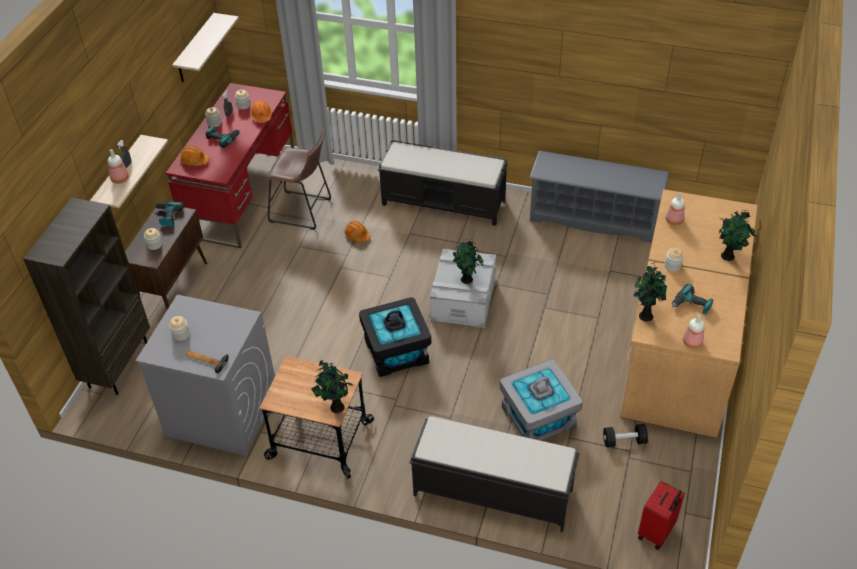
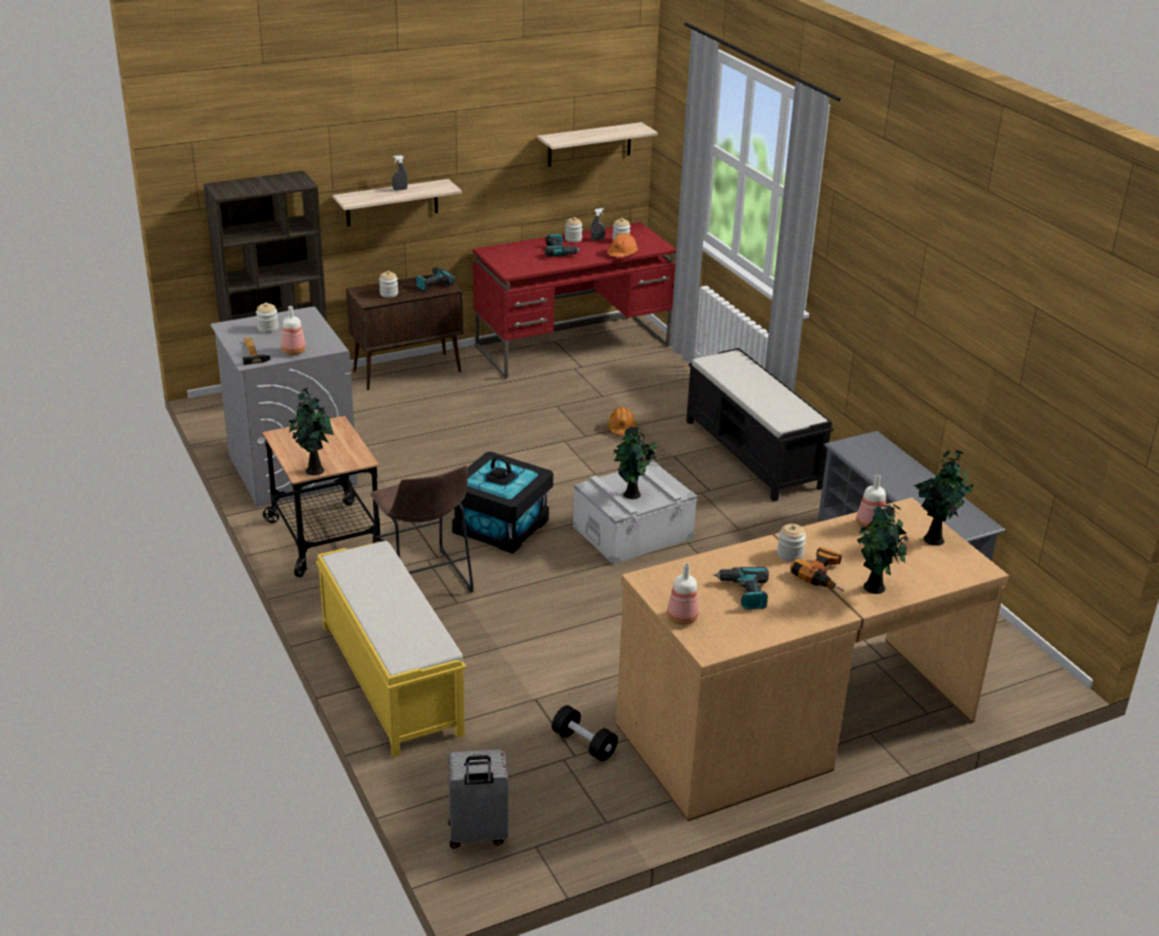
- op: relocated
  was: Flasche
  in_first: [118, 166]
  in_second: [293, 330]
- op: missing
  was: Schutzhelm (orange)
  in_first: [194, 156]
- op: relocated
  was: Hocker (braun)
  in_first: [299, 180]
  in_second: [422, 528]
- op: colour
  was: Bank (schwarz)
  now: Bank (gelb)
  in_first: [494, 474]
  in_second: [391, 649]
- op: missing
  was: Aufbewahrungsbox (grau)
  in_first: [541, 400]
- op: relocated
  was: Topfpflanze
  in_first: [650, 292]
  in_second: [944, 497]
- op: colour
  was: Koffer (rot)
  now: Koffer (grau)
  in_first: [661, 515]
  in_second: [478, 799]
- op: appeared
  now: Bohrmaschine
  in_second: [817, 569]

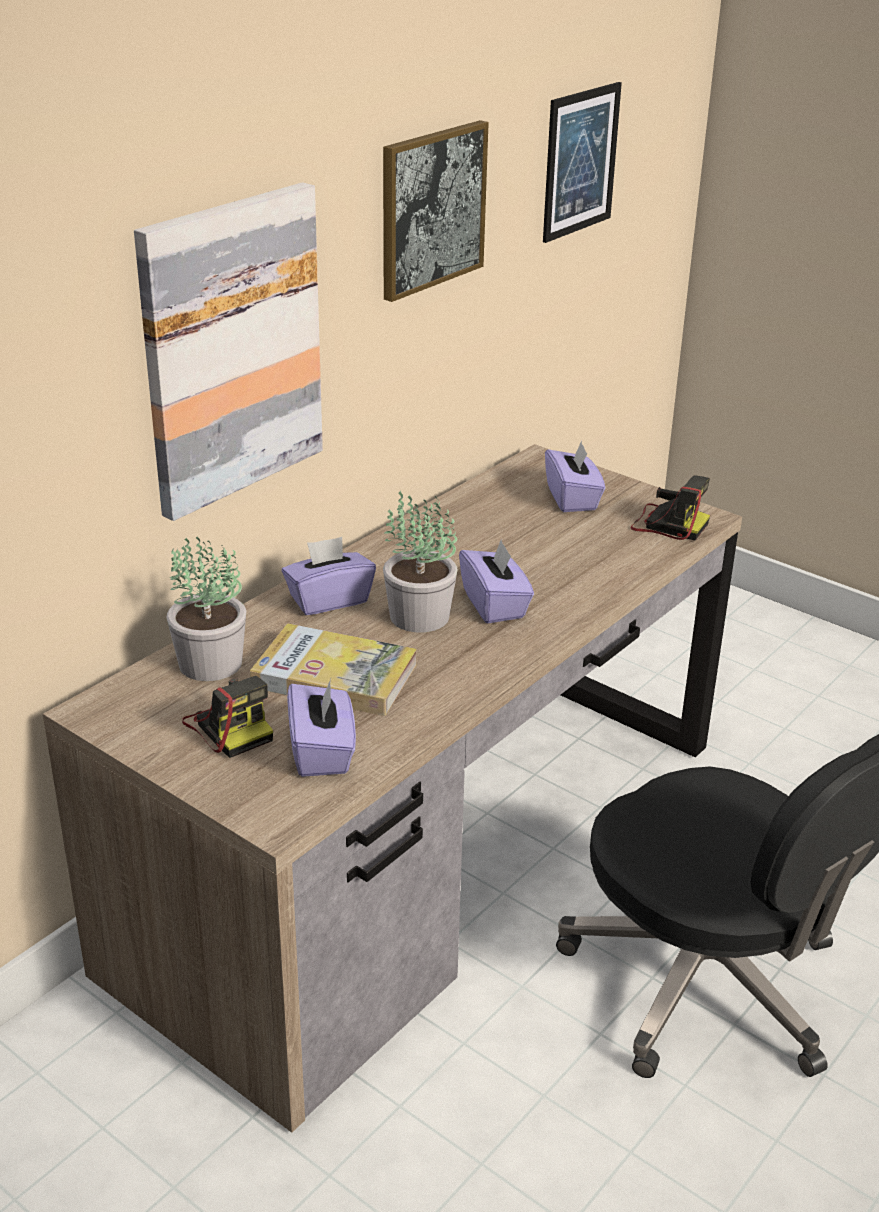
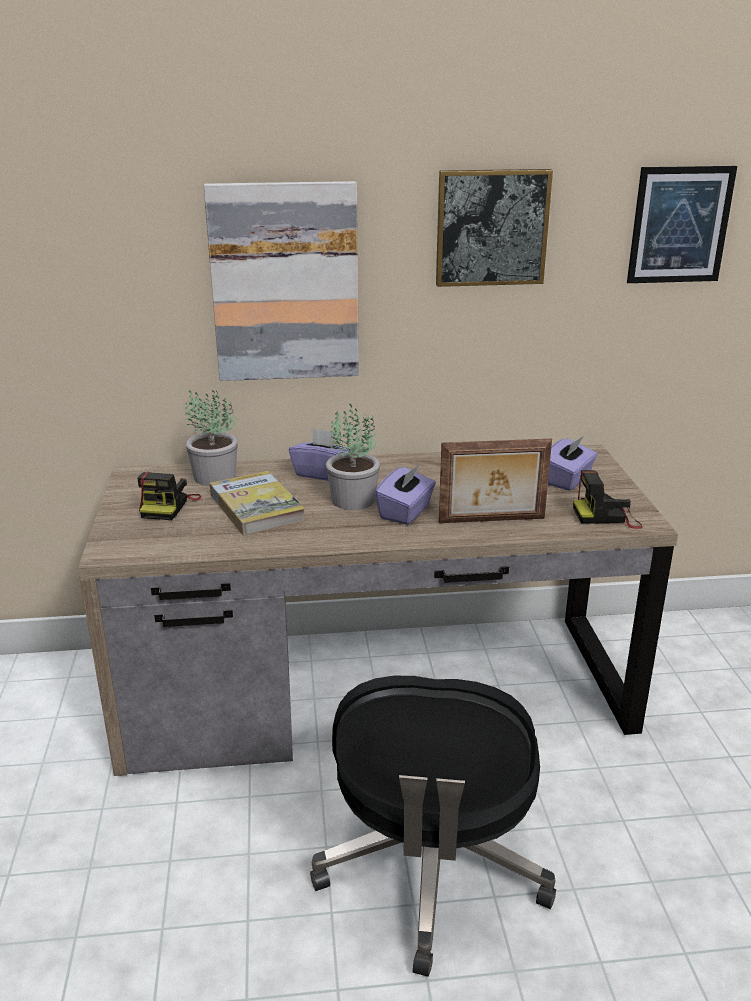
- op: missing
  was: Taschentuchbox (lila)
  in_first: [321, 728]
- op: spun
  was: Kamera
  in_first: [670, 507]
  in_second: [608, 499]
  clockwise: 105
- op: appeared
  now: Bilderrahmen
  in_second: [495, 481]

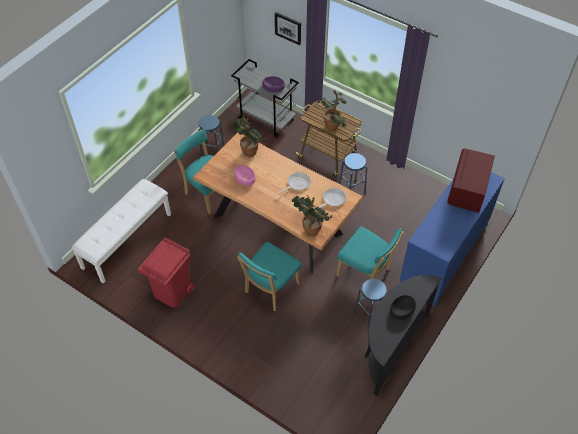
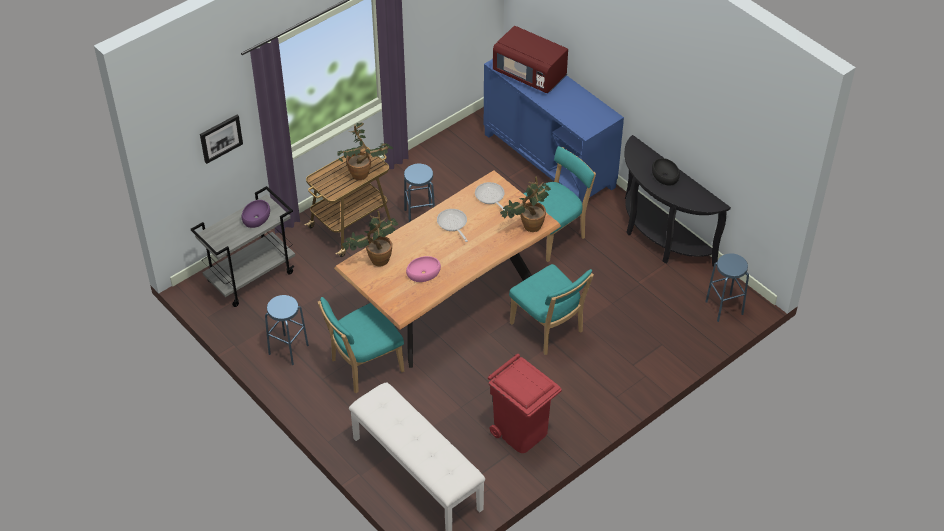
- op: relocated
  was: Hocker (blau)
  in_first: [370, 304]
  in_second: [727, 287]

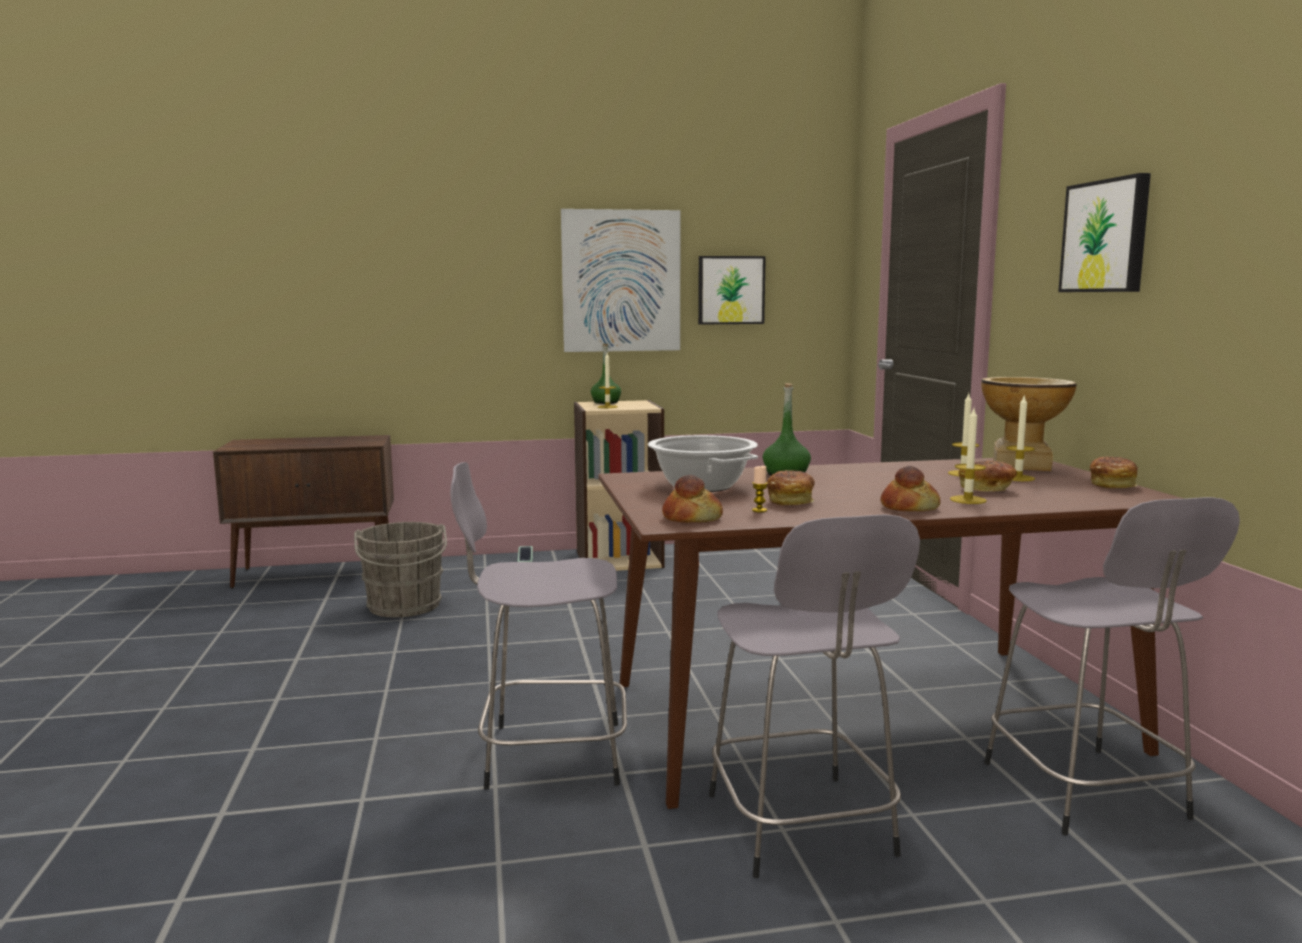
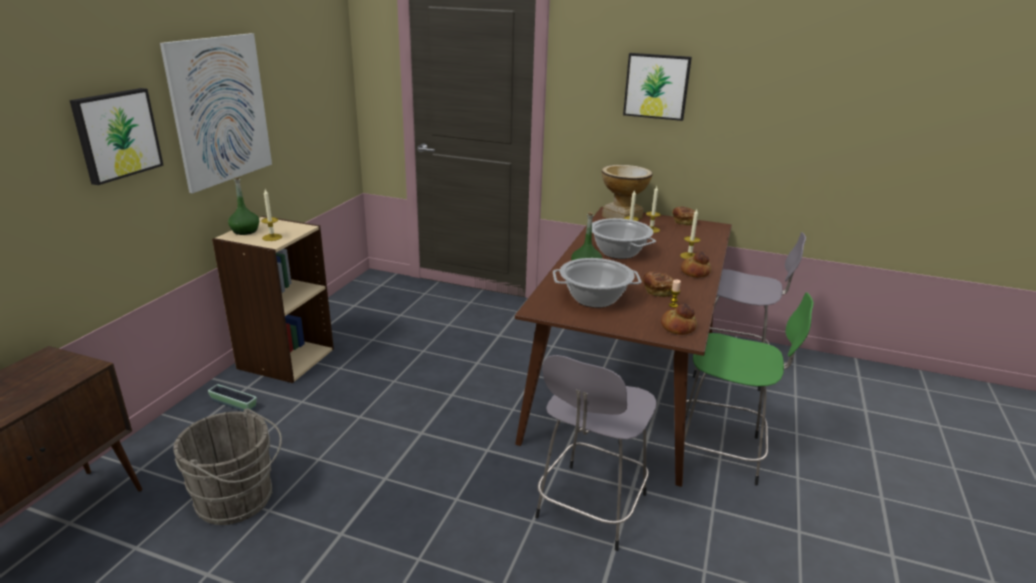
- op: relocated
  was: Bild
  in_first: [732, 290]
  in_second: [117, 136]
- op: colour
  was: Hocker (grau)
  now: Hocker (grün)
  in_first: [814, 696]
  in_second: [748, 389]
- op: missing
  was: Brot
  in_first: [988, 476]
- op: appeared
  now: Kochtopf
  in_second: [624, 238]

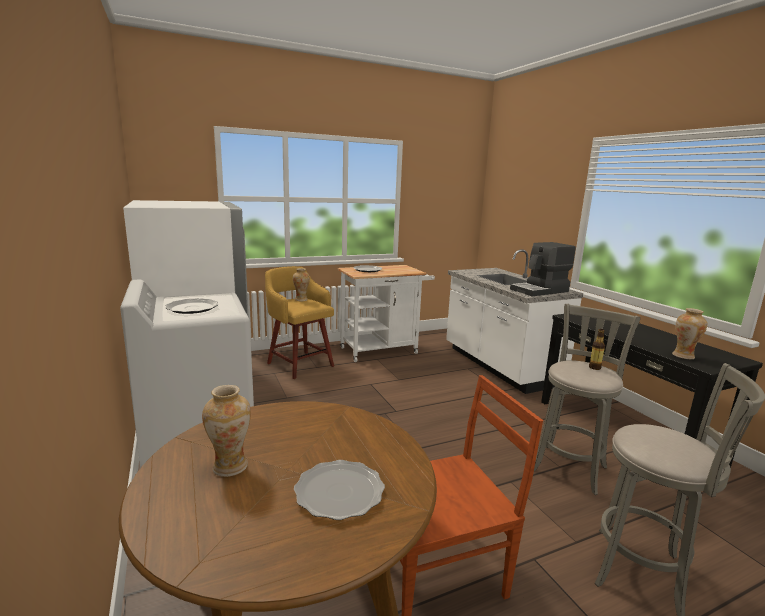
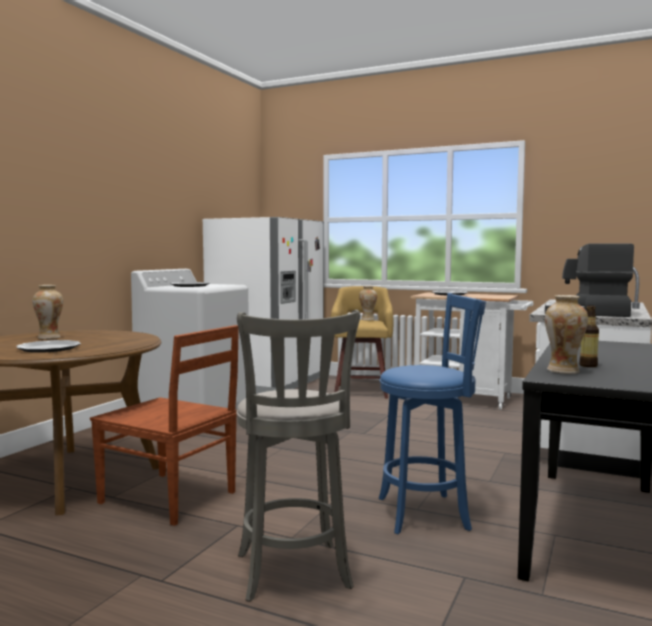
- op: colour
  was: Hocker (grau)
  now: Hocker (blau)
  in_first: [587, 399]
  in_second: [432, 413]
- op: relocated
  was: Flasche
  in_first: [597, 349]
  in_second: [589, 336]

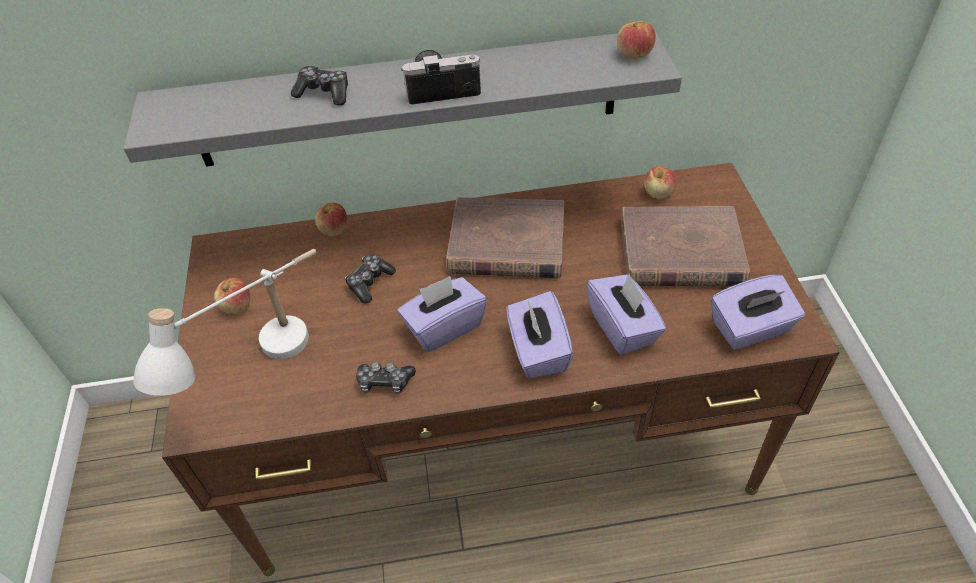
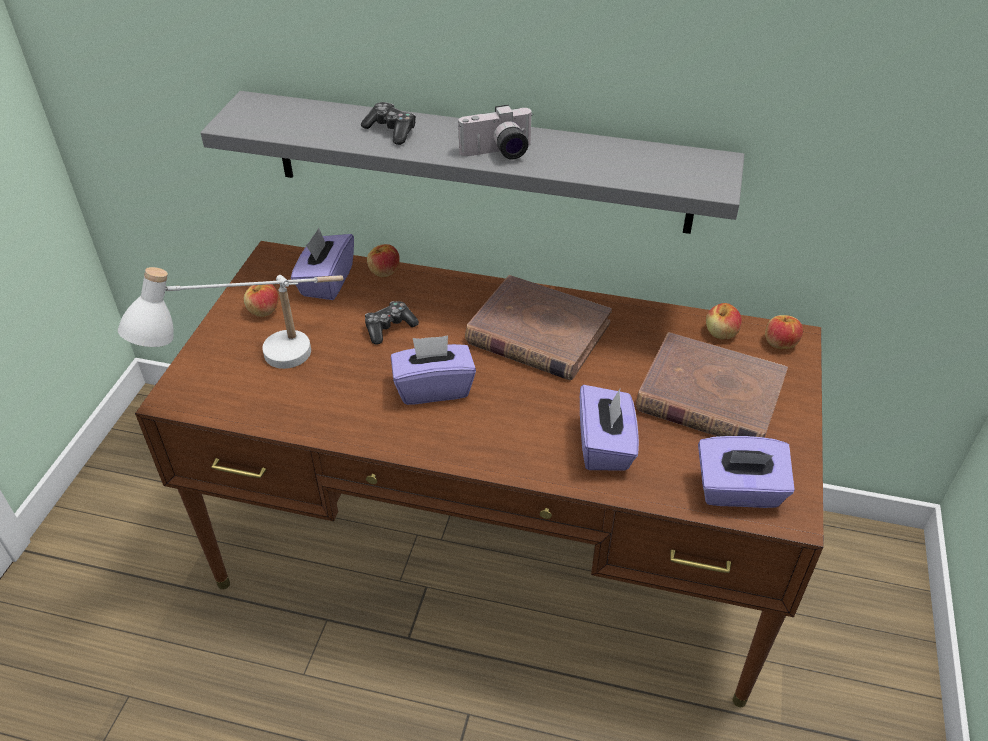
- op: missing
  was: Gamepad
  in_first: [386, 378]
- op: spun
  was: Kamera
  in_first: [441, 77]
  in_second: [496, 132]
  clockwise: 150
- op: relocated
  was: Taschentuchbox (lila)
  in_first: [539, 334]
  in_second: [322, 264]
- op: relocated
  was: Apfel
  in_first: [636, 40]
  in_second: [784, 332]

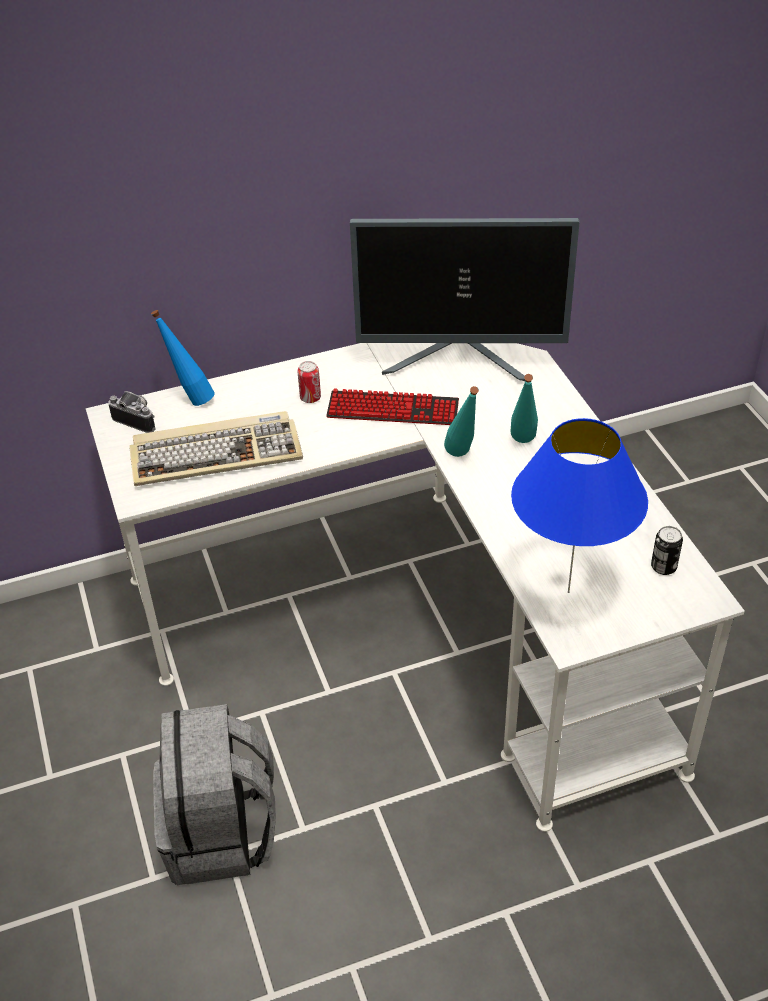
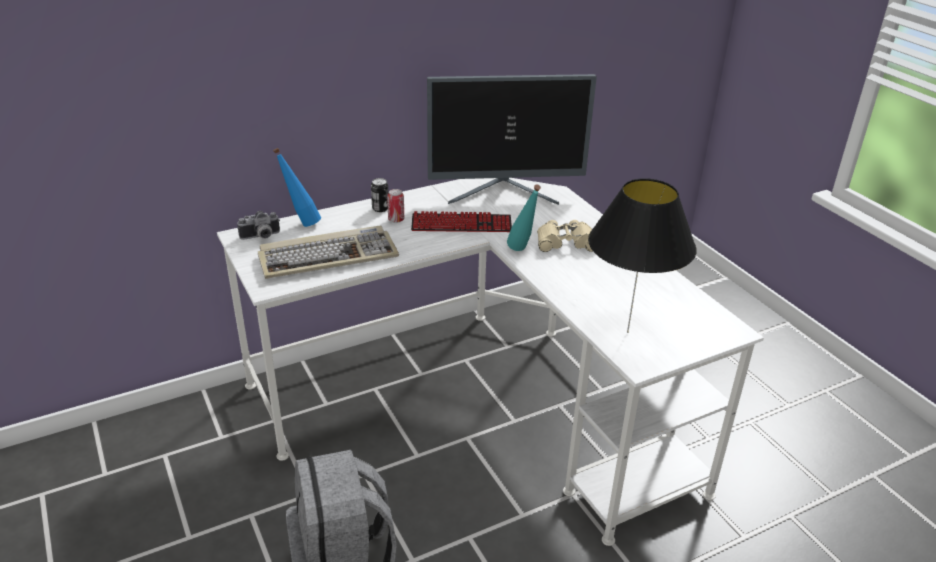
- op: spun
  was: Kamera
  in_first: [132, 412]
  in_second: [258, 225]
  clockwise: 135
- op: exchanged
  was: Flasche (türkis)
  now: Fernglas (beige)
  in_first: [524, 408]
  in_second: [565, 236]
- op: colour
  was: Tischlampe (blau)
  now: Tischlampe (schwarz)
  in_first: [579, 505]
  in_second: [642, 255]
- op: relocated
  was: Dose
  in_first: [667, 550]
  in_second: [379, 195]

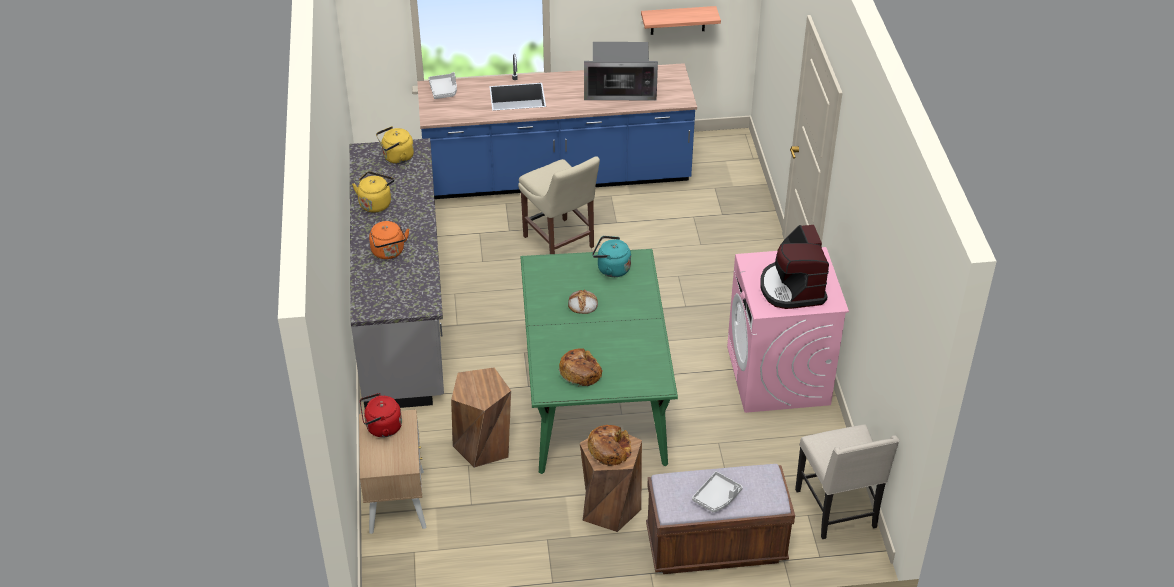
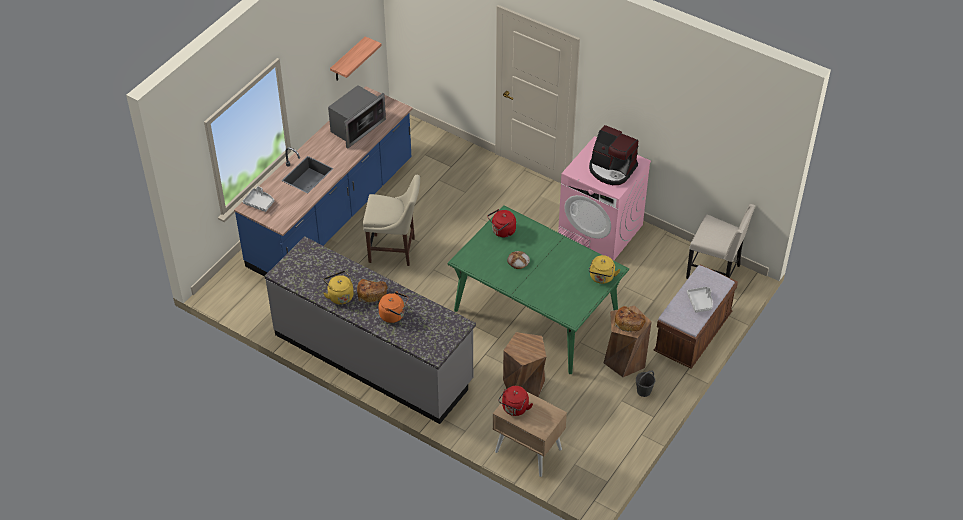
- op: relocated
  was: Wasserkessel (gelb)
  in_first: [395, 145]
  in_second: [605, 269]
- op: relocated
  was: Brot
  in_first: [581, 367]
  in_second: [372, 291]
- op: colour
  was: Wasserkessel (türkis)
  now: Wasserkessel (rot)
  in_first: [611, 256]
  in_second: [501, 223]
- op: appeared
  now: Eimer (grau)
  in_second: [645, 383]

